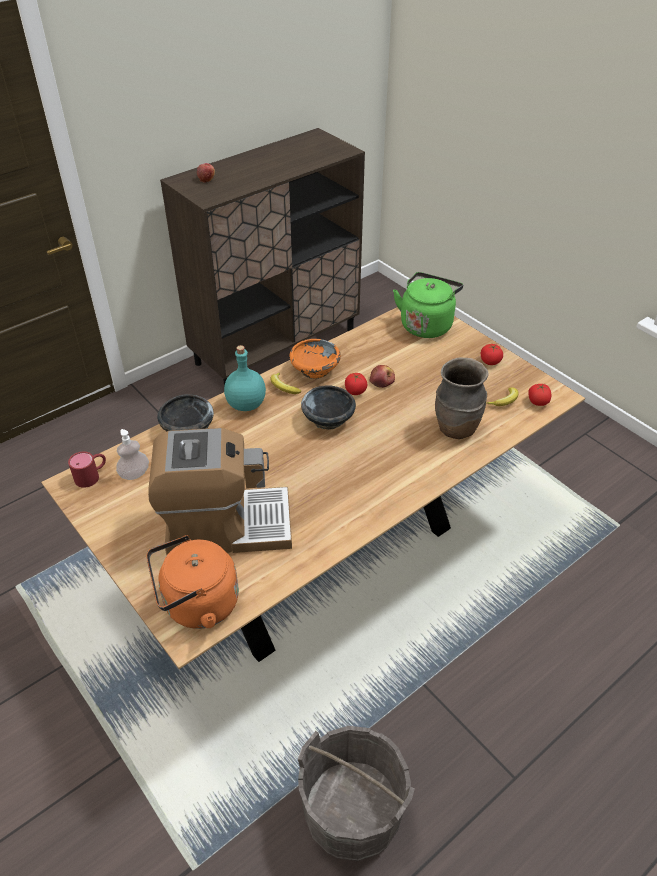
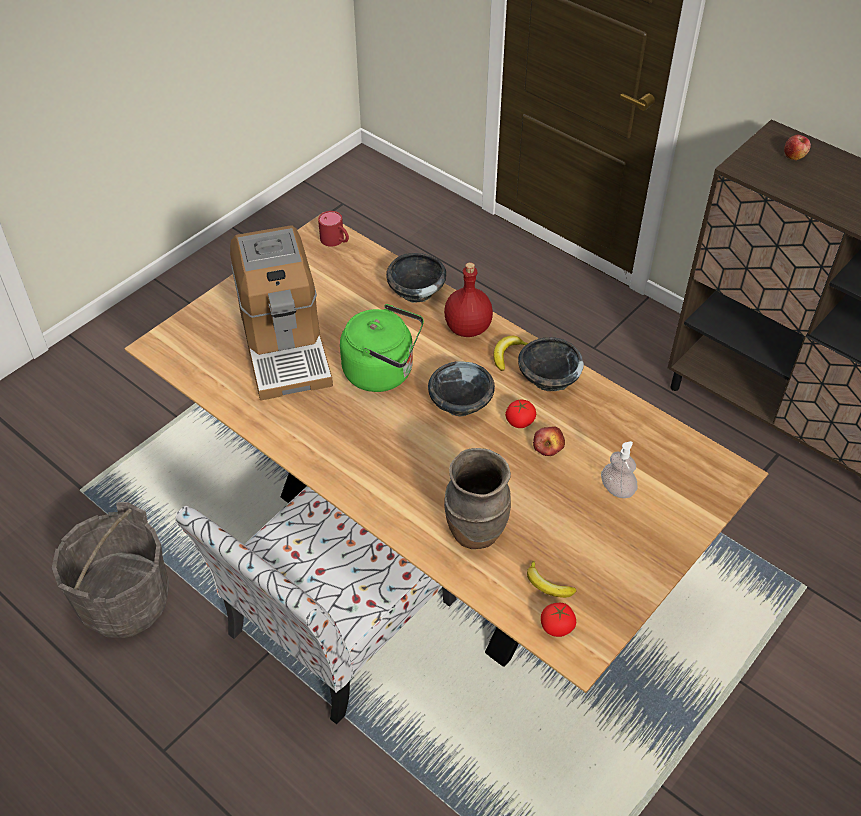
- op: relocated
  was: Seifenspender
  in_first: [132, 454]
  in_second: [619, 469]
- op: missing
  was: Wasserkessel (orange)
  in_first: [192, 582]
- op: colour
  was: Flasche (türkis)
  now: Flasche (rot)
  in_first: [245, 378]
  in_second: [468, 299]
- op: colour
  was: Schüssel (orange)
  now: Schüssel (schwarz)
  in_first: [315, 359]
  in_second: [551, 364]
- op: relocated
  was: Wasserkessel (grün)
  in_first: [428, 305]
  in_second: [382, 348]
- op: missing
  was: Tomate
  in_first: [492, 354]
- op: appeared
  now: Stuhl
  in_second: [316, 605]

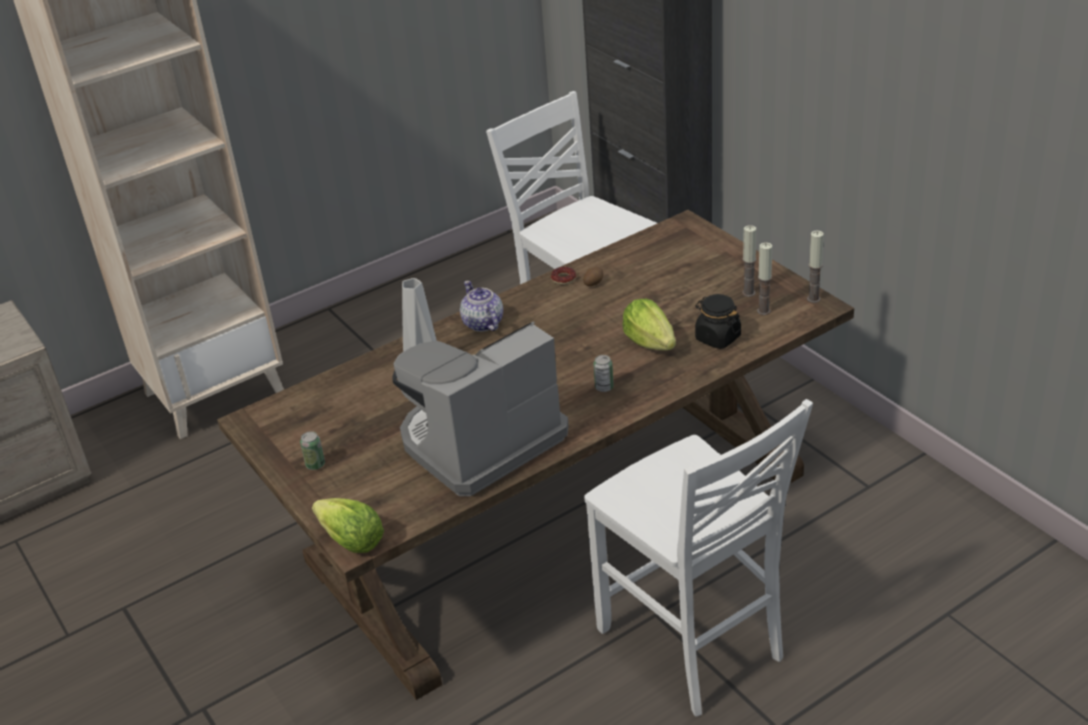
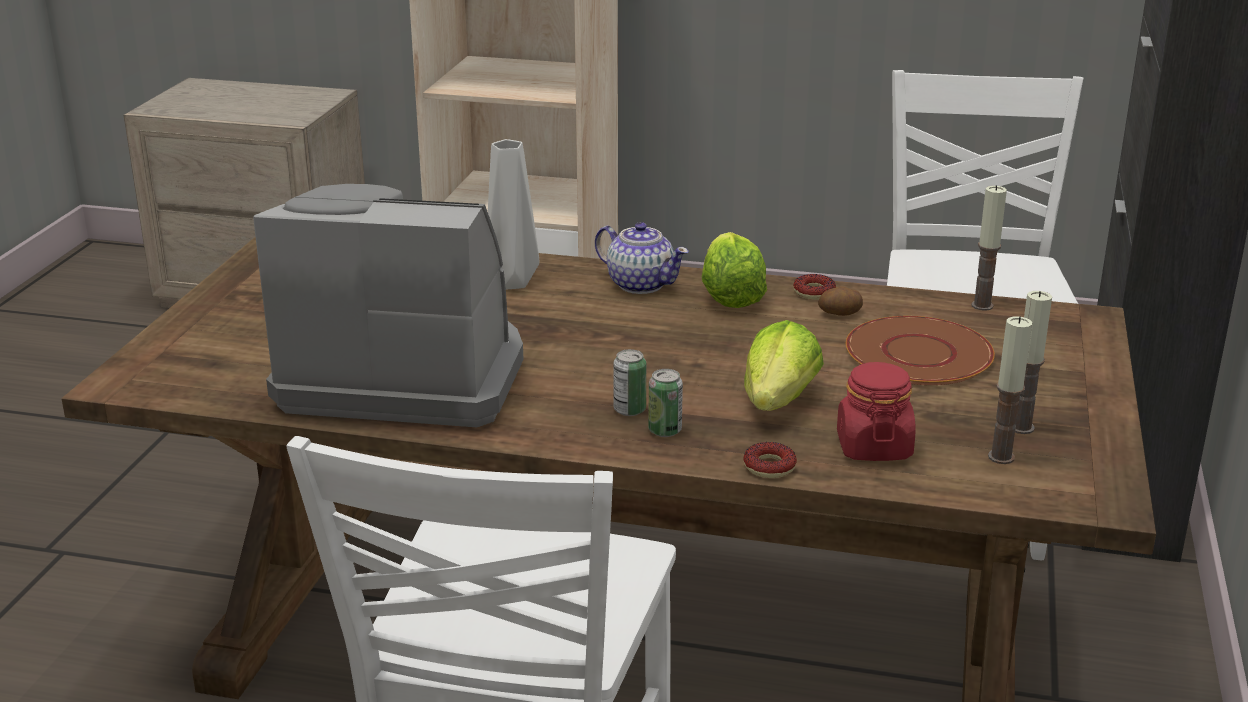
- op: relocated
  was: Dose
  in_first: [312, 450]
  in_second: [665, 403]
- op: relocated
  was: Salatkopf
  in_first: [348, 525]
  in_second: [734, 270]
- op: spun
  was: Teekanne
  in_first: [481, 306]
  in_second: [642, 258]
  clockwise: 105
- op: colour
  was: Vorratsglas (schwarz)
  now: Vorratsglas (rot)
  in_first: [718, 321]
  in_second: [876, 411]
- op: relocated
  was: Kerze
  in_first: [815, 267]
  in_second: [989, 248]
- op: appeared
  now: Donut
  in_second: [770, 460]
- op: appeared
  now: Teller (braun)
  in_second: [920, 350]

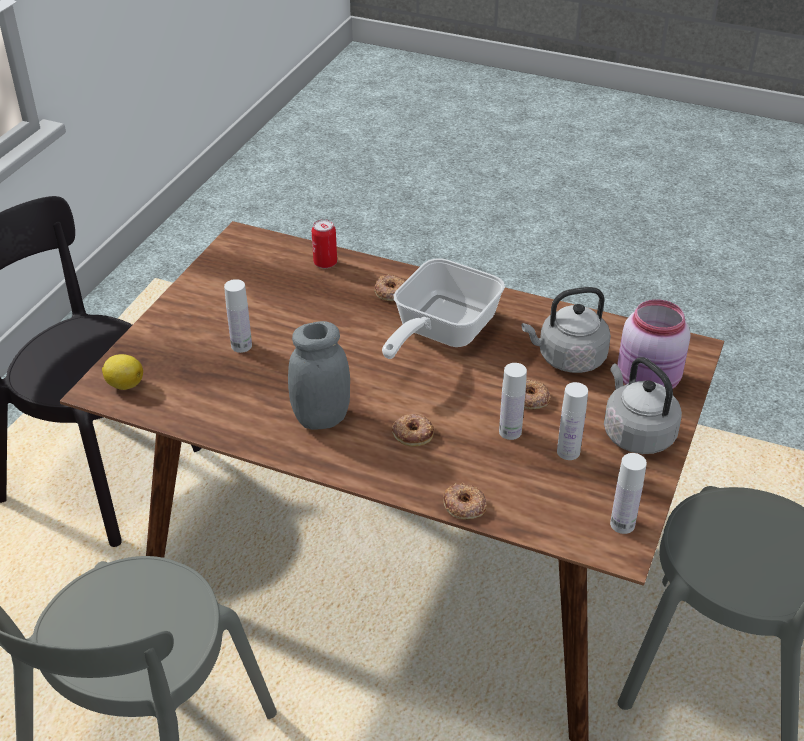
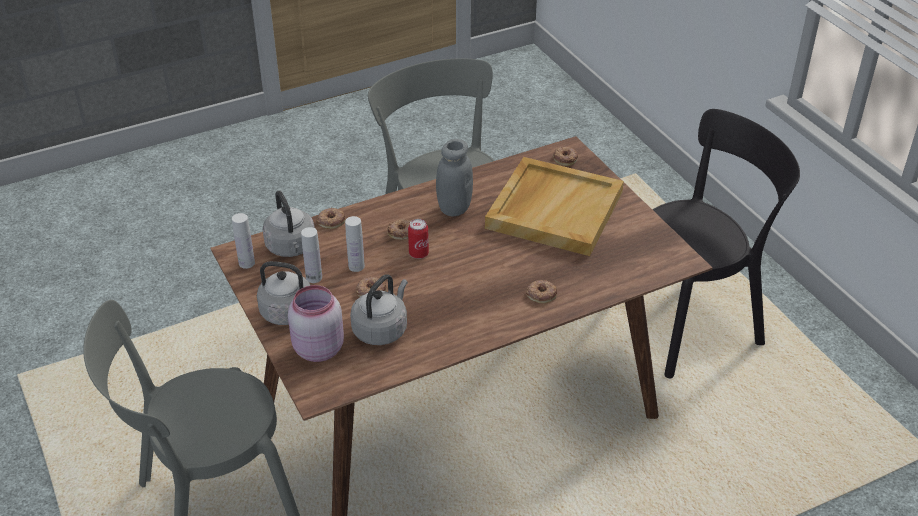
- op: exchanged
  was: Zitrone
  now: Donut
  in_first: [122, 372]
  in_second: [565, 156]
- op: exchanged
  was: Flasche (weiß)
  now: Tablett (beige)
  in_first: [238, 316]
  in_second: [554, 206]
- op: relocated
  was: Dose
  in_first: [324, 243]
  in_second: [418, 239]
- op: missing
  was: Pfanne
  in_first: [443, 308]
- op: appeared
  now: Wasserkessel (grau)
  in_second: [289, 224]

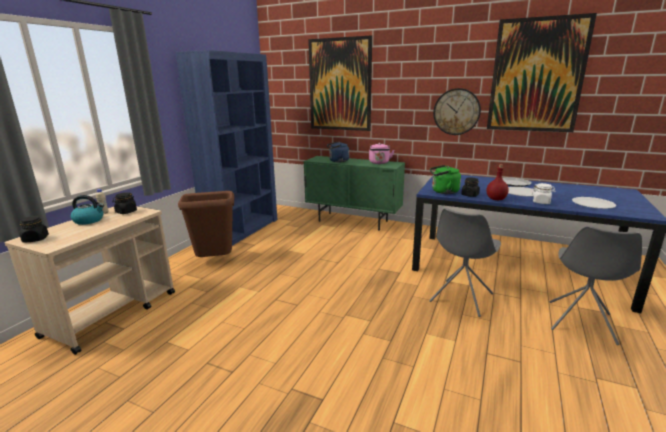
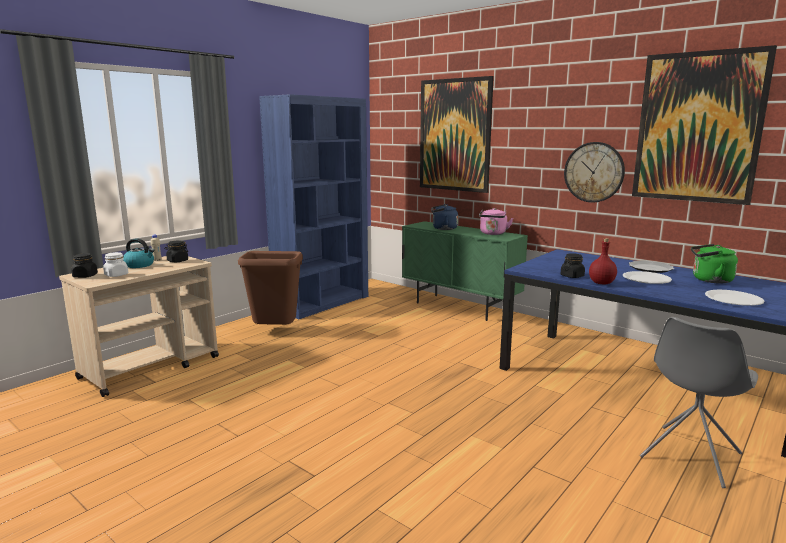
- op: missing
  was: Stuhl (grau)
  in_first: [465, 262]
- op: relocated
  was: Wasserkessel (grün)
  in_first: [445, 179]
  in_second: [714, 263]
- op: relocated
  was: Vorratsglas (weiß)
  in_first: [543, 193]
  in_second: [115, 264]

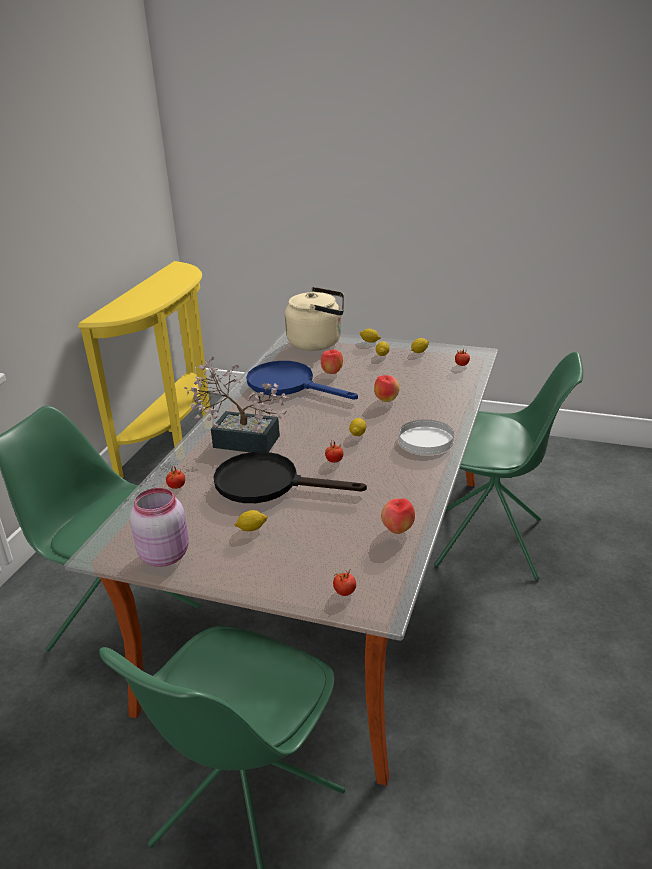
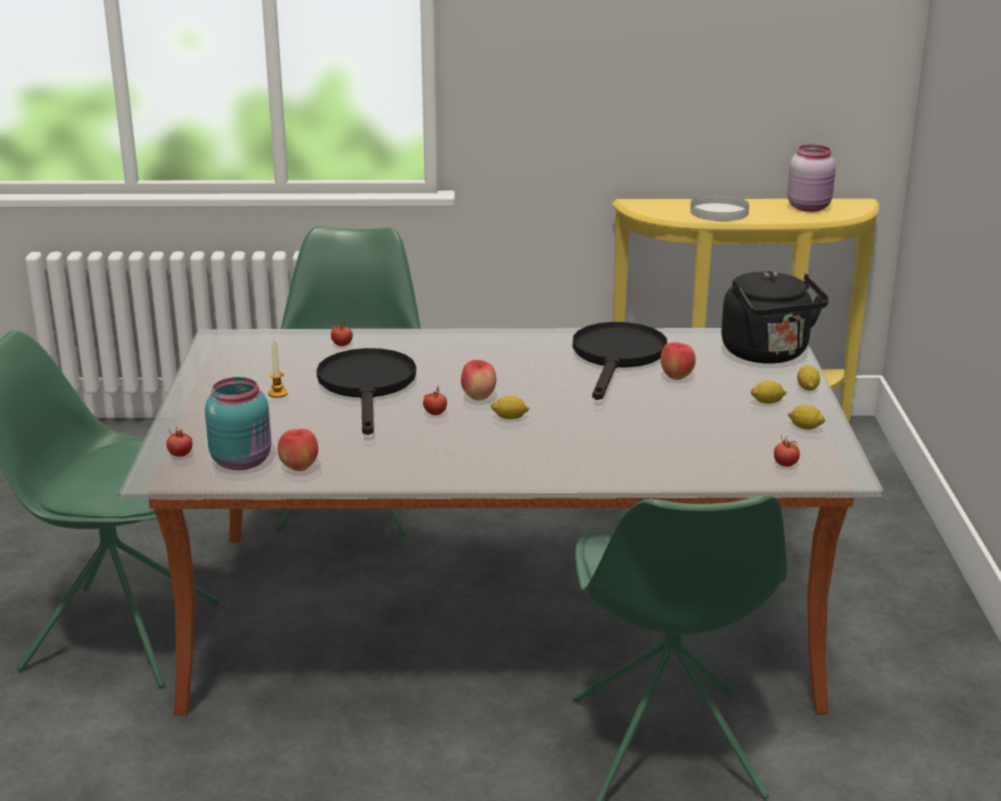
- op: relocated
  was: Vorratsglas (rosa)
  in_first: [159, 527]
  in_second: [811, 178]
- op: missing
  was: Topfpflanze
  in_first: [236, 404]
- op: exchanged
  was: Zitrone
  now: Kerze
  in_first: [250, 520]
  in_second: [278, 369]
- op: colour
  was: Pfanne (blau)
  now: Pfanne (schwarz)
  in_first: [302, 380]
  in_second: [620, 361]
- op: colour
  was: Wasserkessel (beige)
  now: Wasserkessel (schwarz)
  in_first: [314, 319]
  in_second: [775, 317]
- op: relocated
  was: Apfel
  in_first: [387, 388]
  in_second: [478, 380]
- op: relocated
  was: Teller (weiß)
  in_first: [426, 437]
  in_second: [719, 208]
- op: appeared
  now: Vorratsglas (türkis)
  in_second: [238, 423]

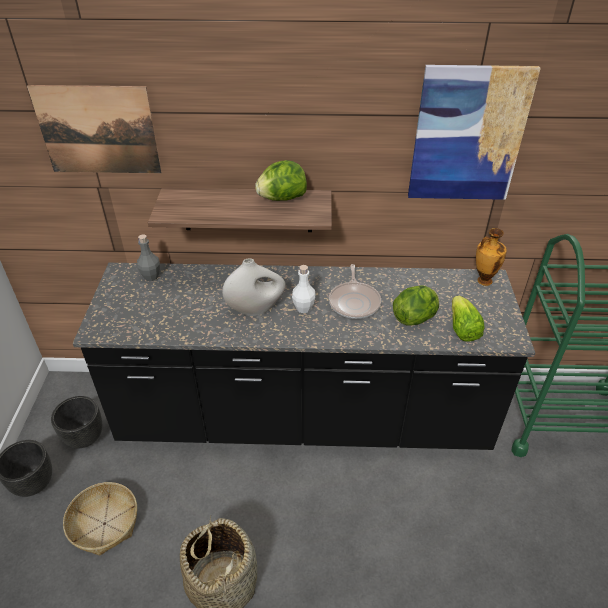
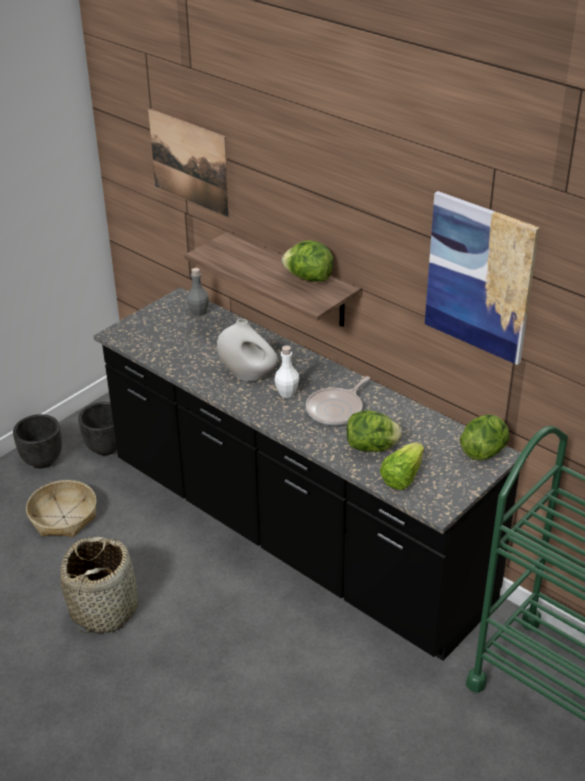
- op: exchanged
  was: Vase
  now: Salatkopf
  in_first: [491, 257]
  in_second: [484, 437]

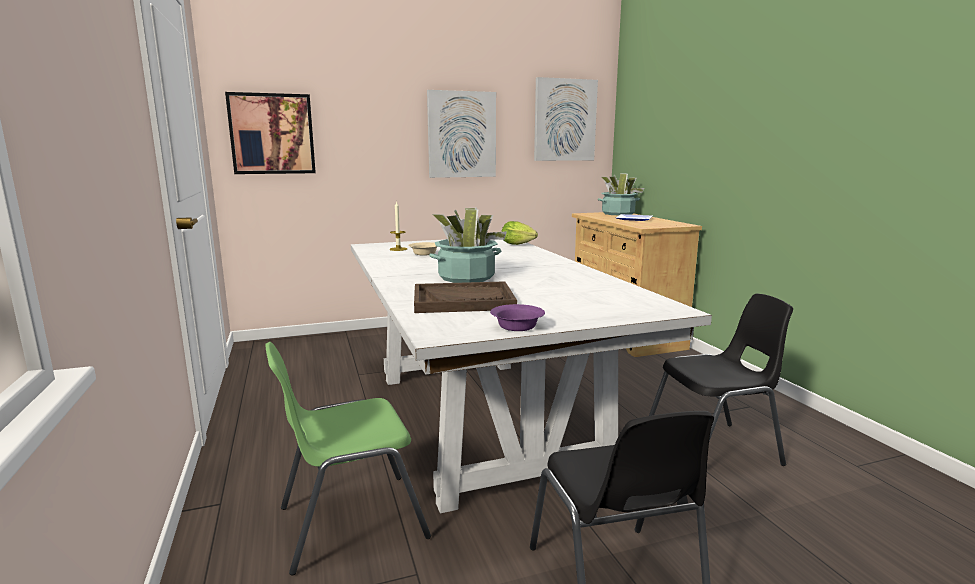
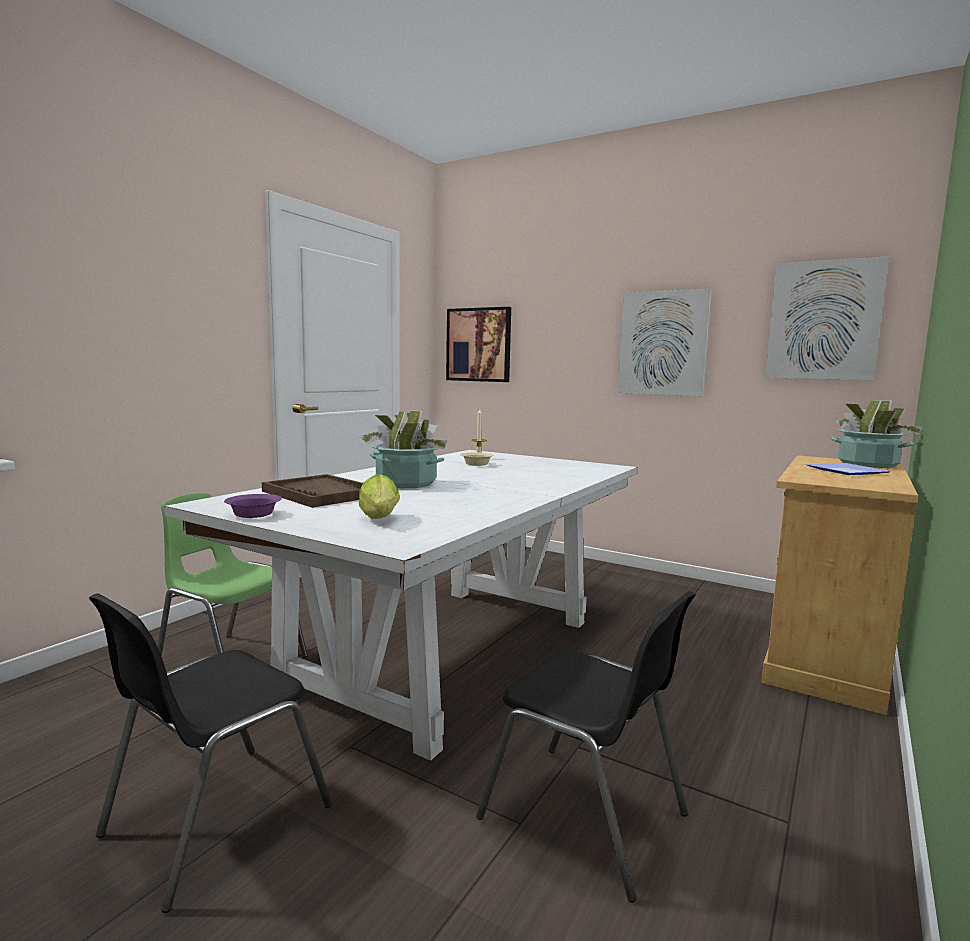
- op: relocated
  was: Salatkopf
  in_first: [519, 233]
  in_second: [379, 496]

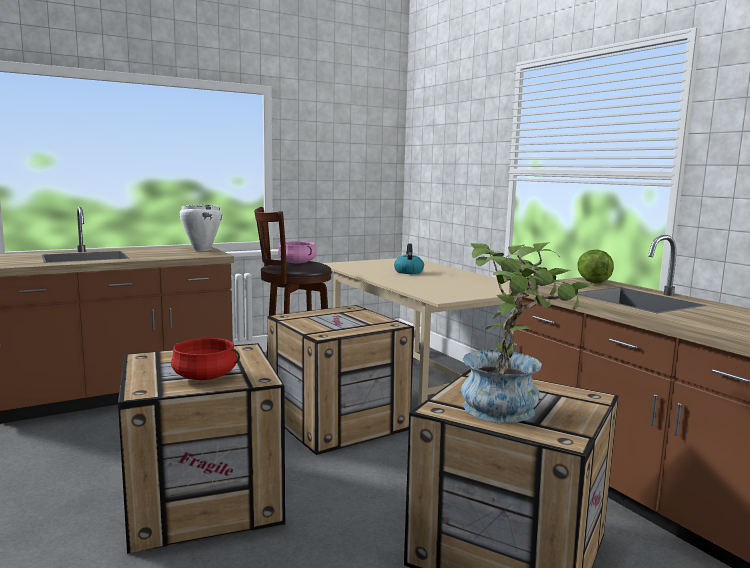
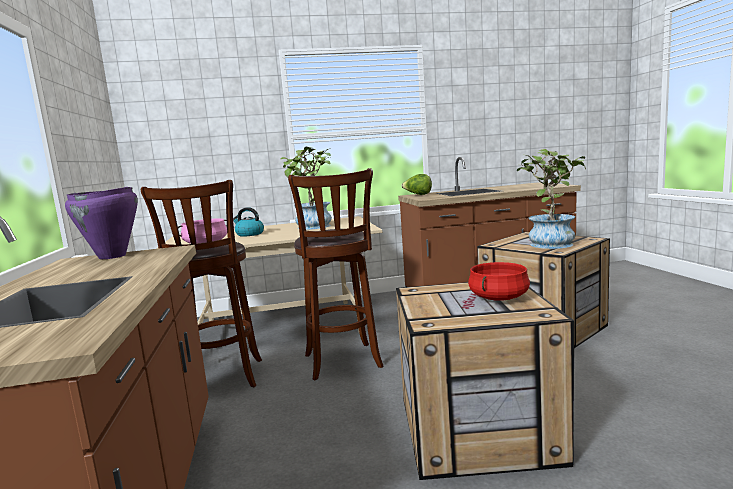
- op: colour
  was: Kochtopf (weiß)
  now: Kochtopf (lila)
  in_first: [201, 227]
  in_second: [101, 223]
- op: exchanged
  was: Kiste
  now: Hocker (braun)
  in_first: [340, 380]
  in_second: [336, 274]
- op: appeared
  now: Topfpflanze
  in_second: [306, 188]

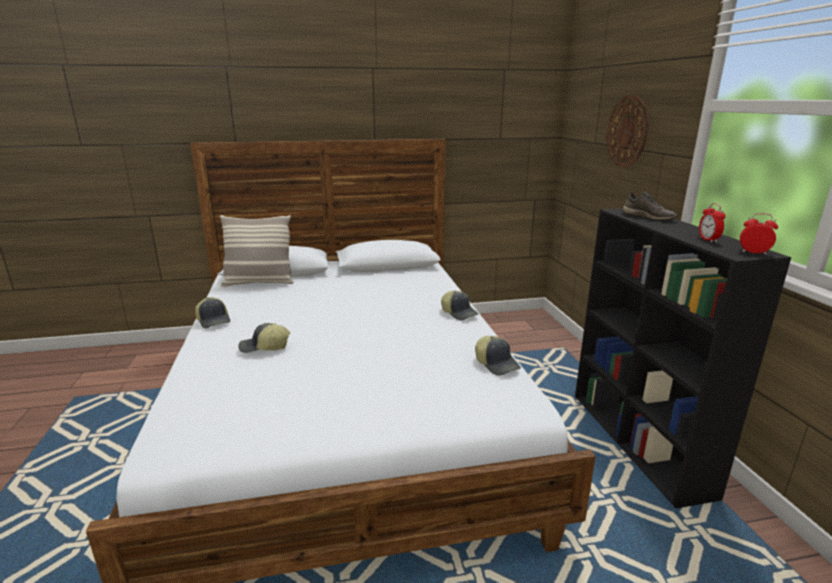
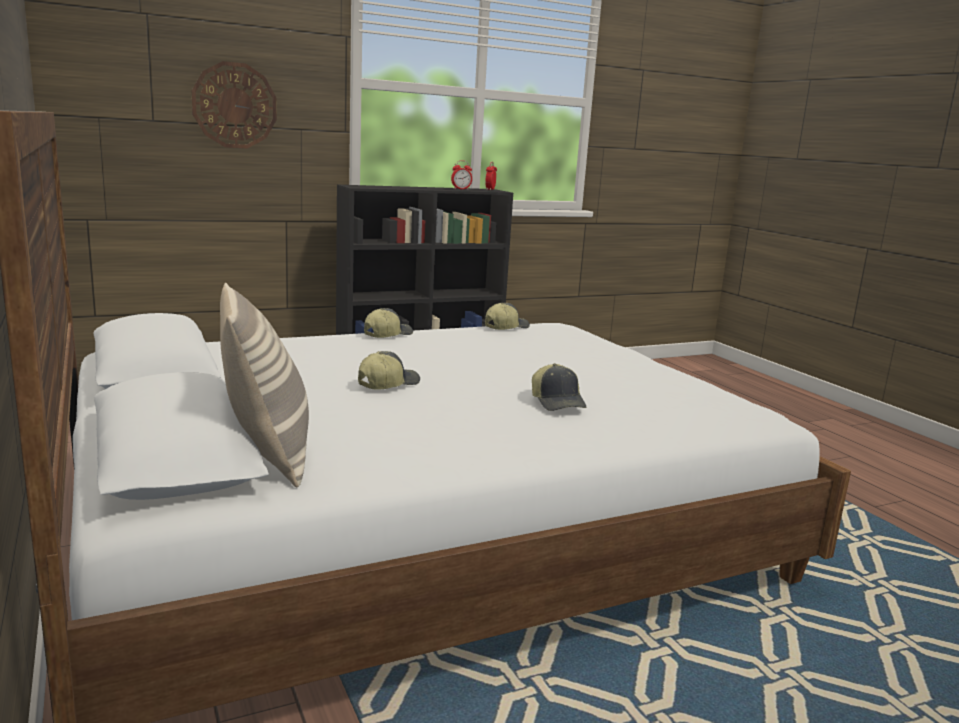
- op: relocated
  was: Kappe
  in_first: [212, 313]
  in_second: [389, 370]
- op: missing
  was: Schuh (grau)
  in_first: [649, 206]

